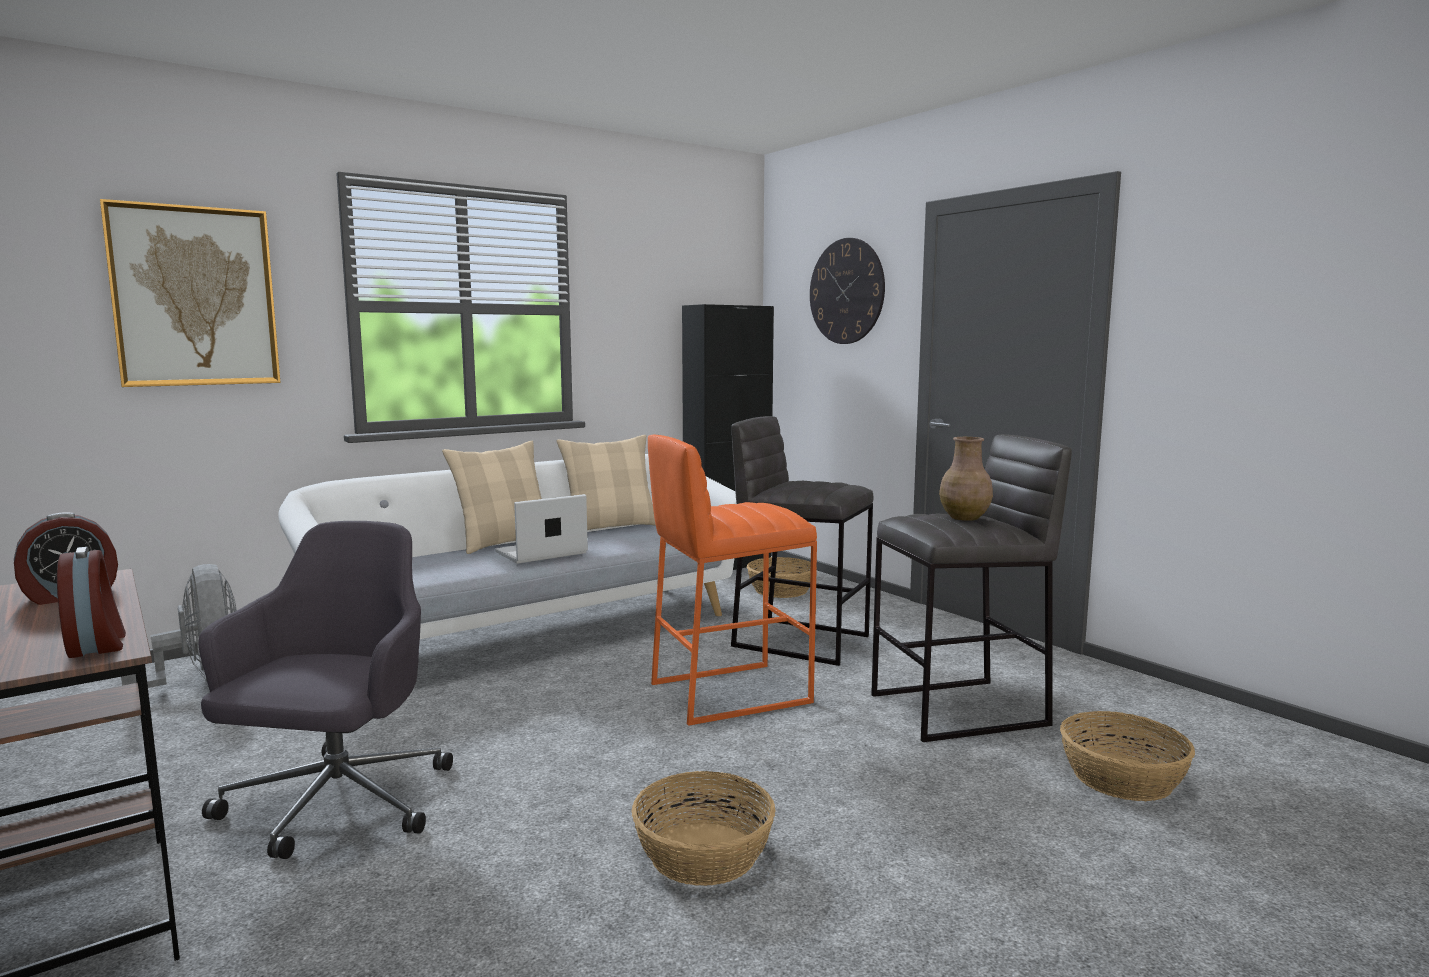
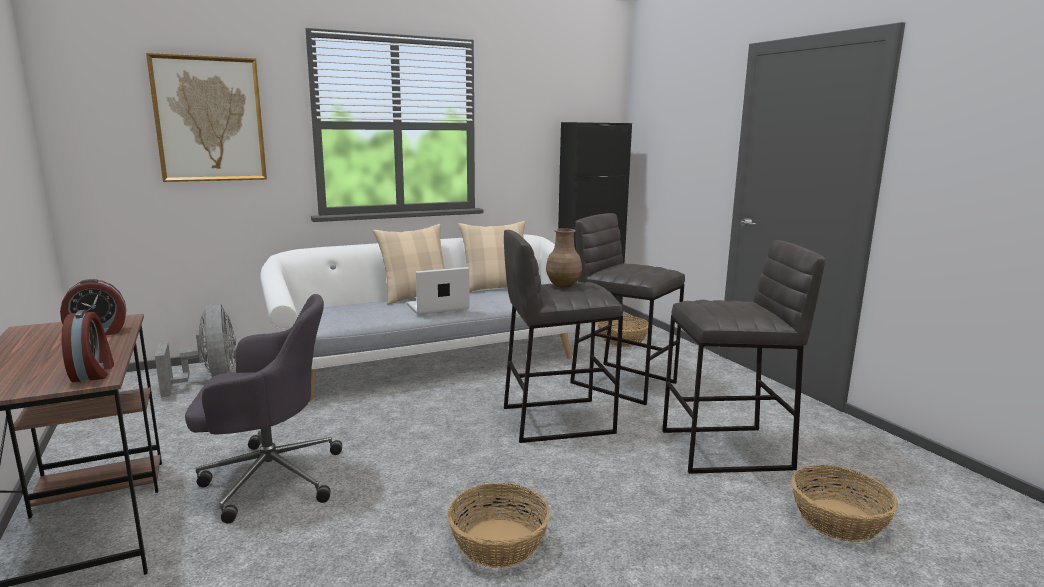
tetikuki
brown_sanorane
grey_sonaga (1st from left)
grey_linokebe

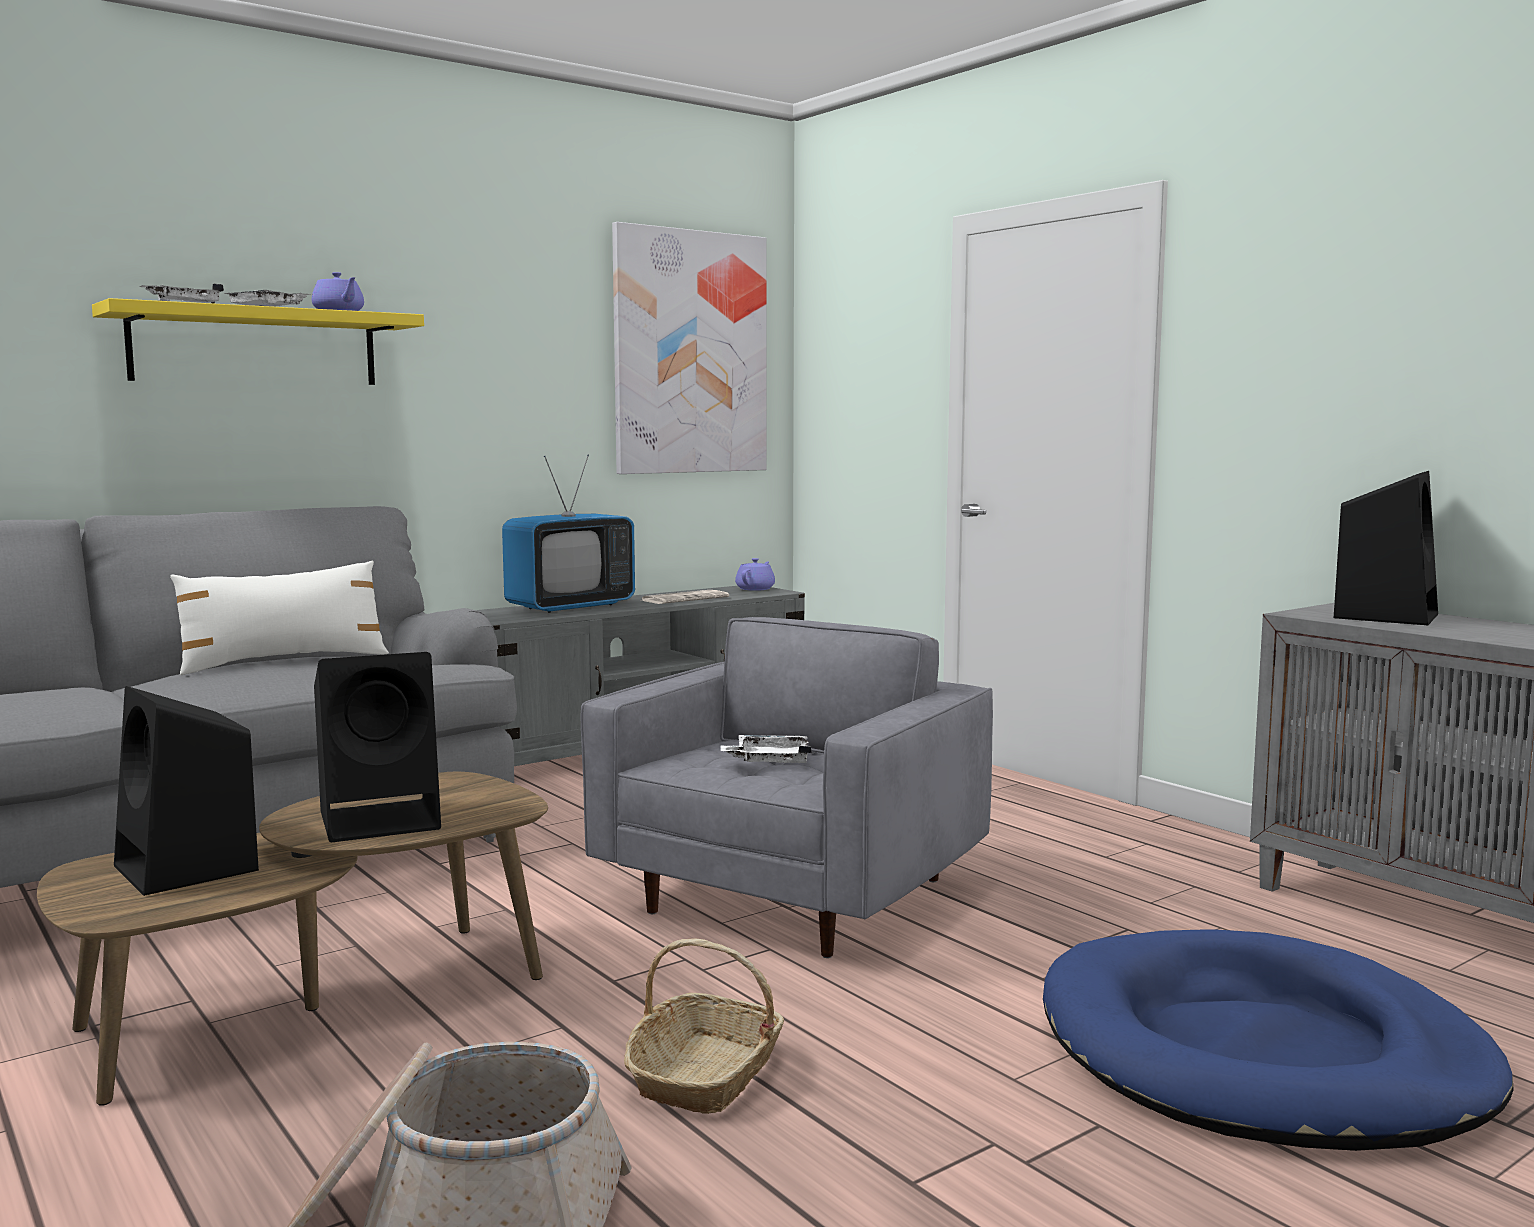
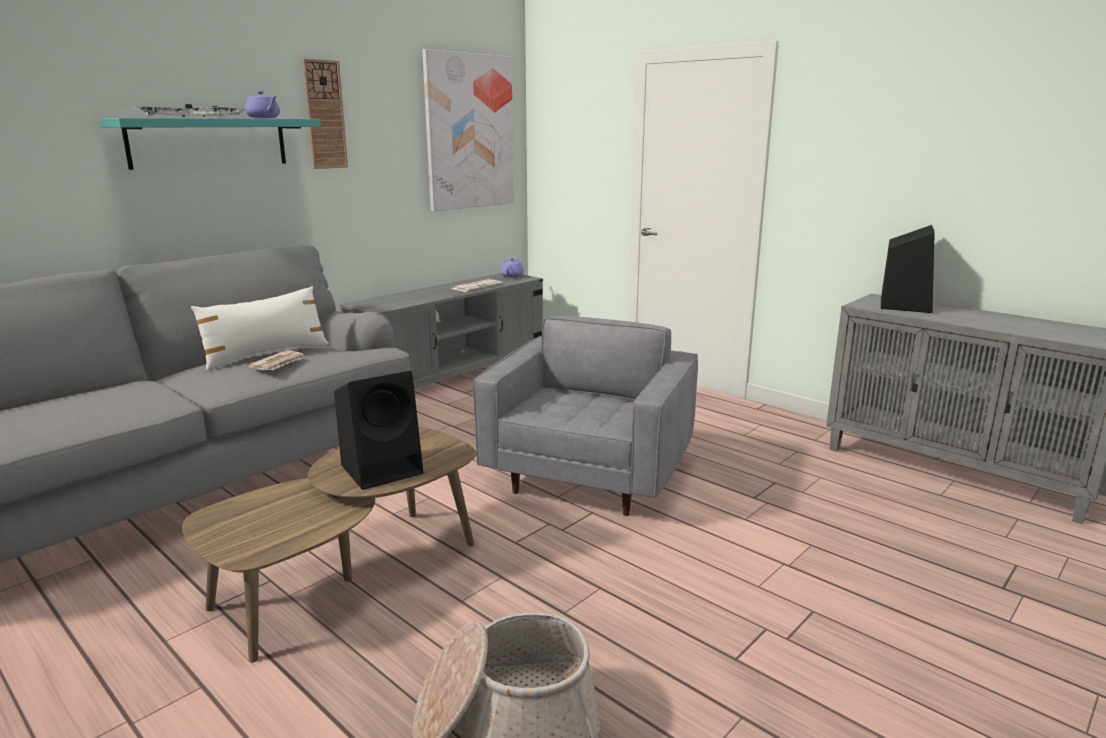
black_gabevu (1st from left in the first image)
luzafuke
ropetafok (2nd from left in the first image)
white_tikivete (3rd from left in the first image)
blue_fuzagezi
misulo (1st from left)
tetikuki
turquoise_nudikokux

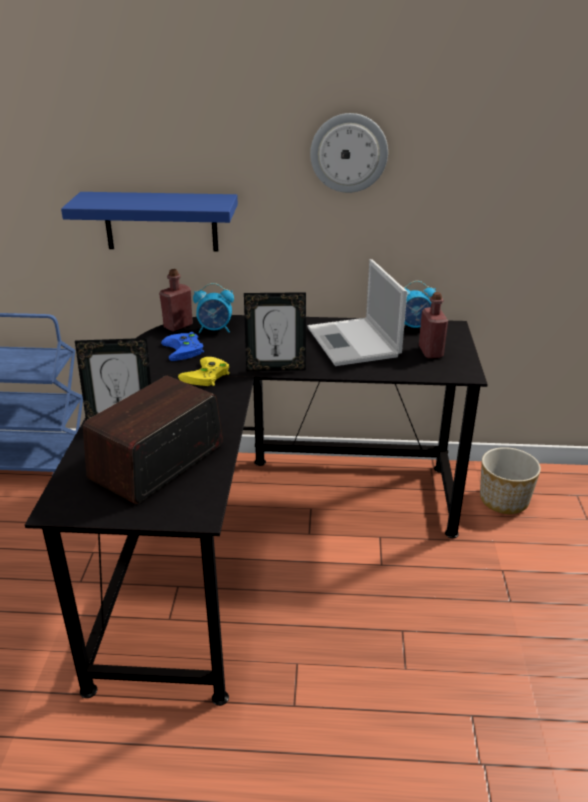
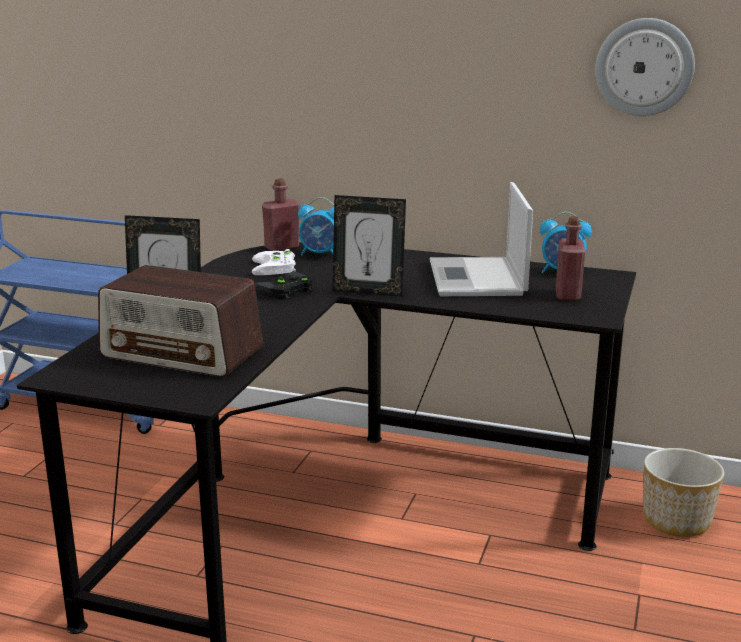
blue_nudikokux
tetikuki
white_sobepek
black_sobepek
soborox

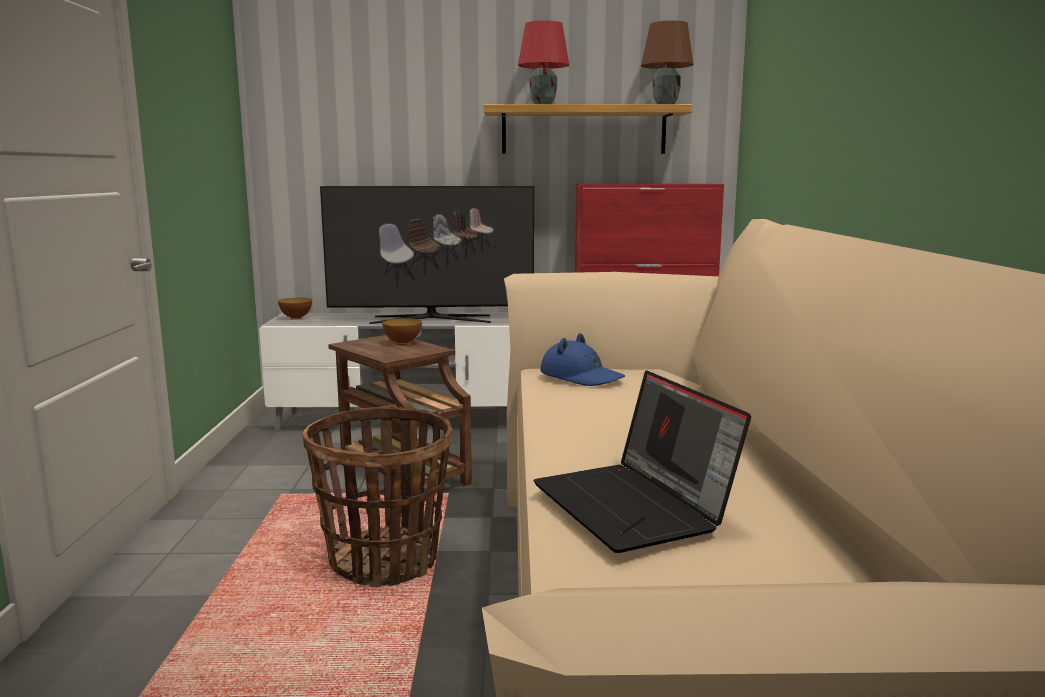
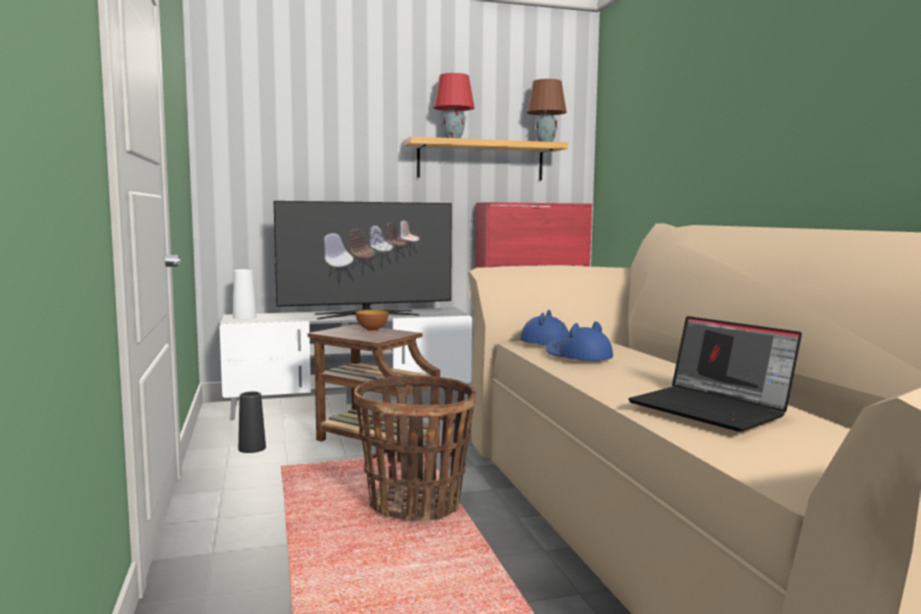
black_sanorane
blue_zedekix (2nd from left)
white_sanorane

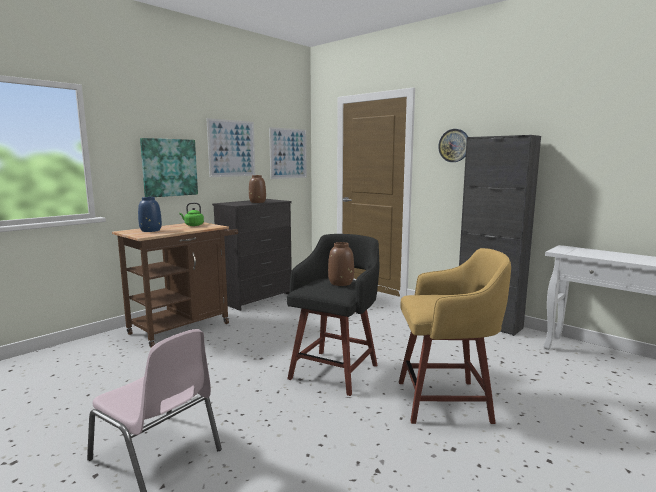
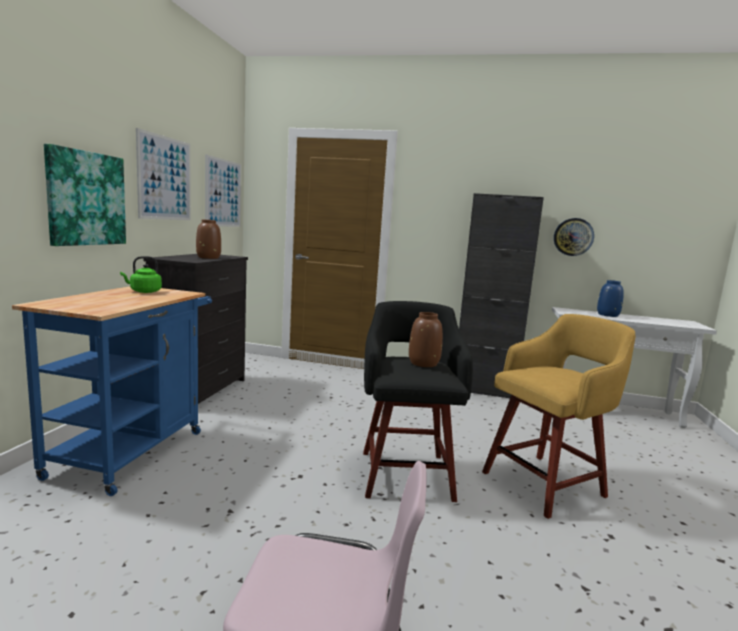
blue_sanorane
tetikuki
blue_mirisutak

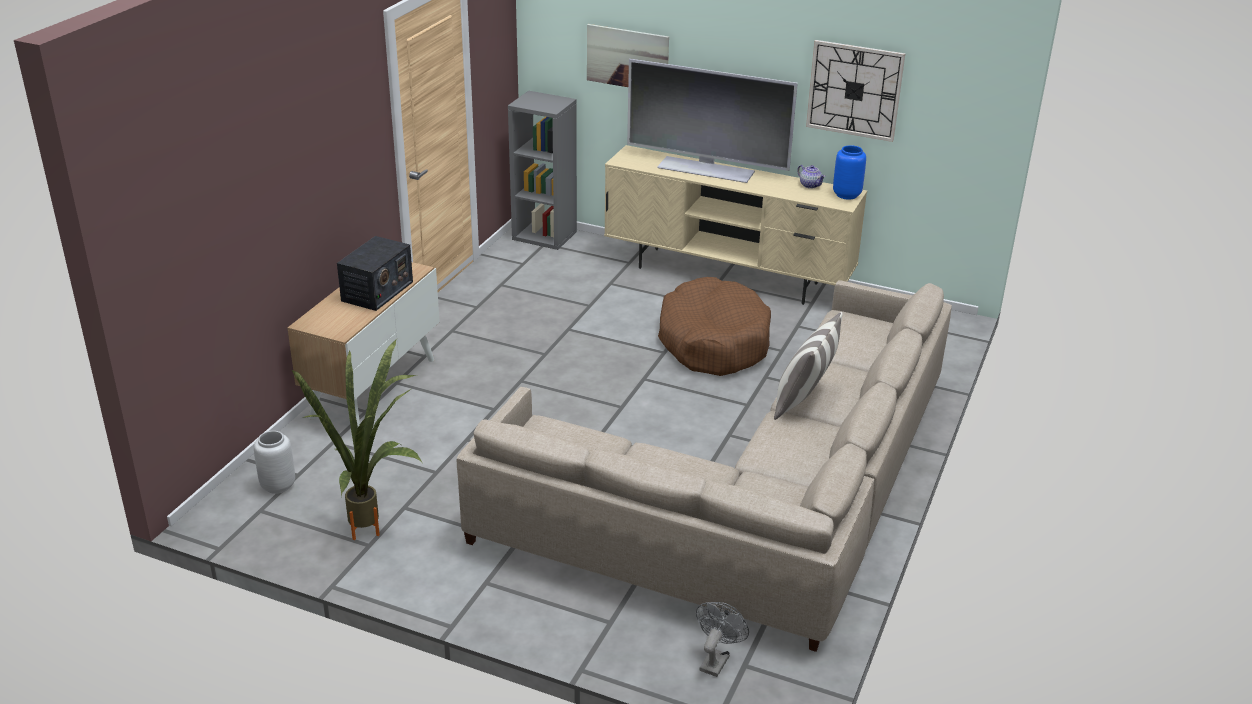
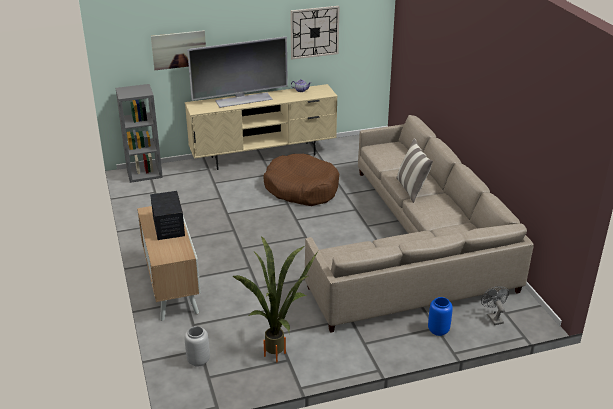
blue_sanorane

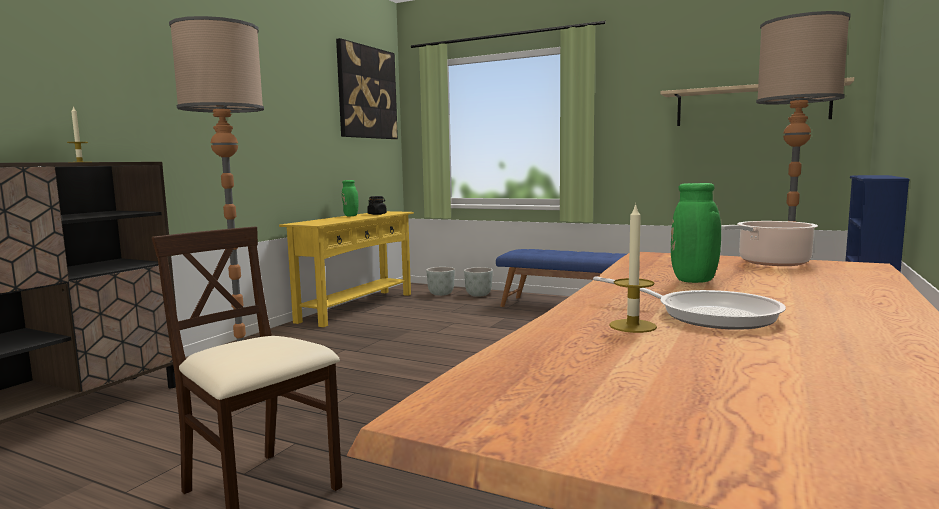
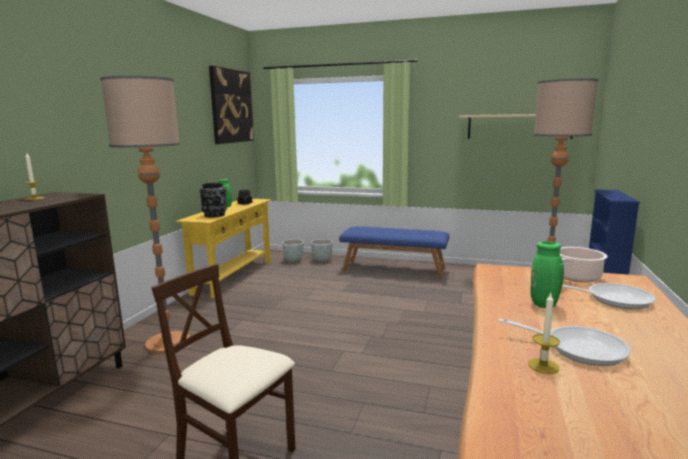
black_sanorane
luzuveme (2nd from left)

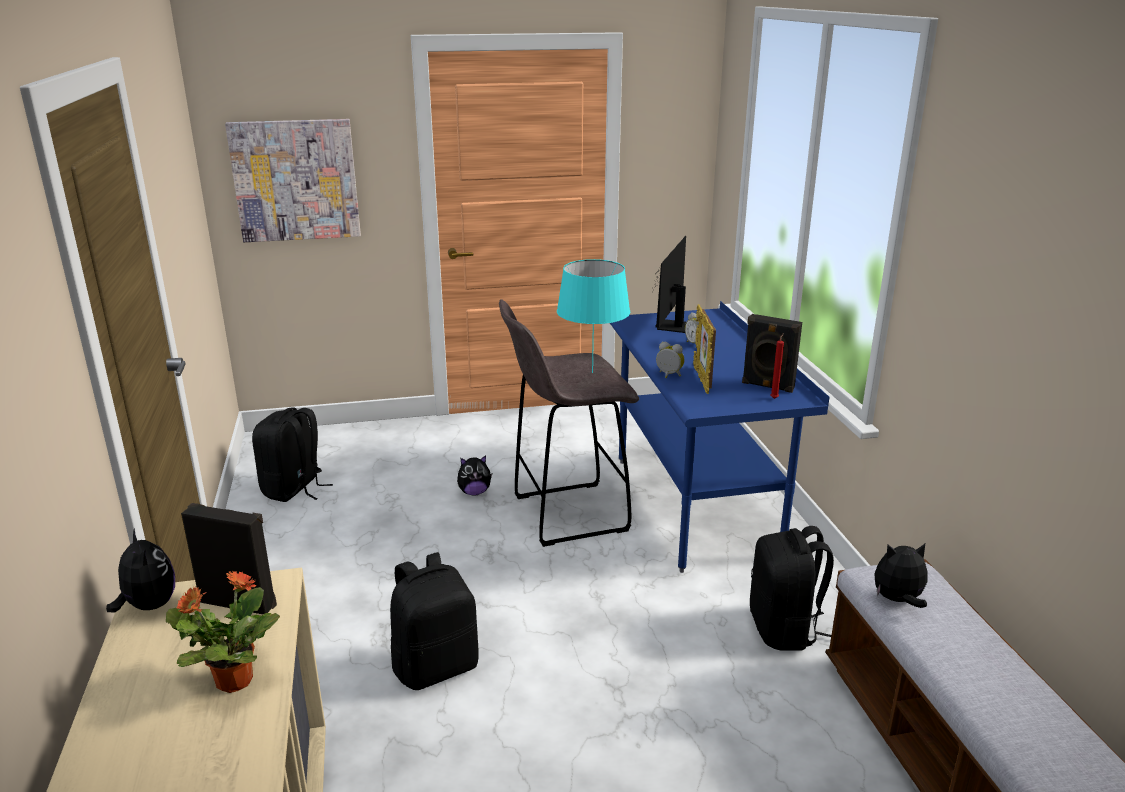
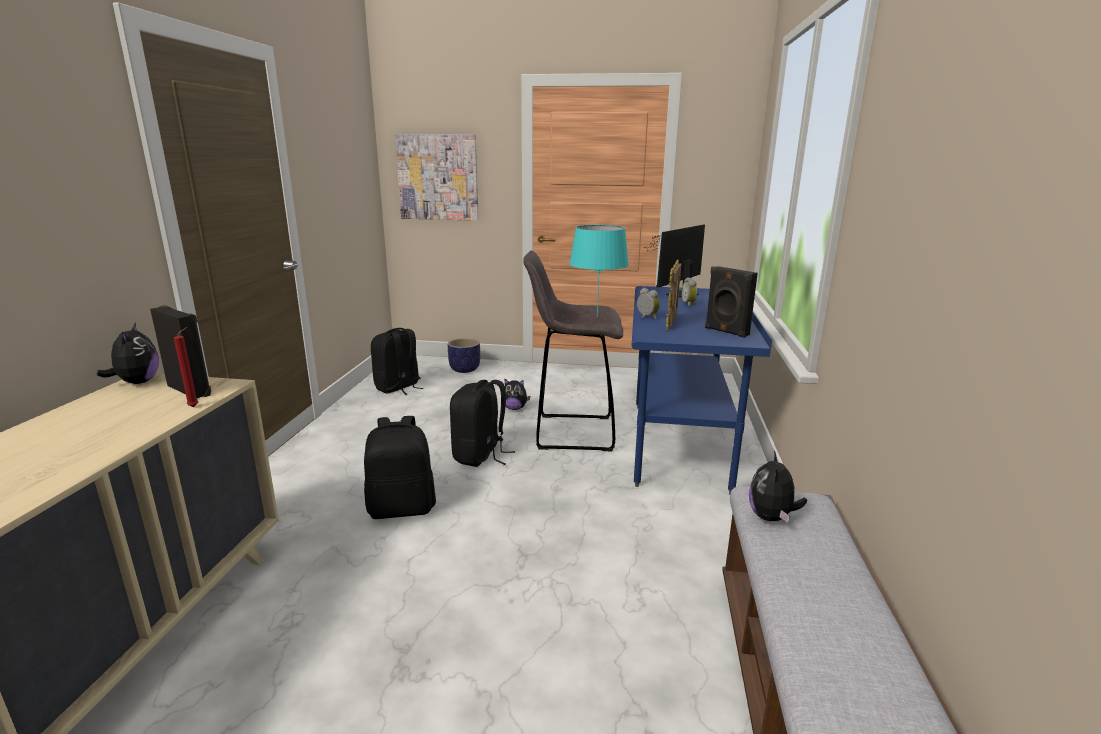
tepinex
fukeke
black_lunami (3rd from left)
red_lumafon
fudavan (3rd from left)

